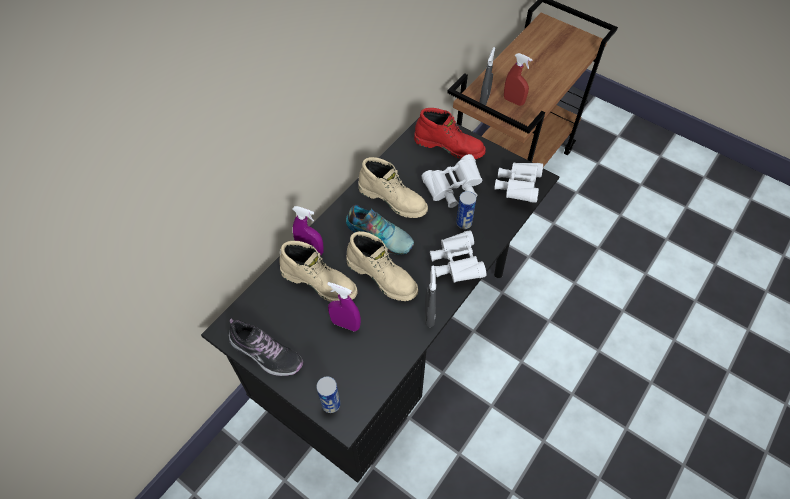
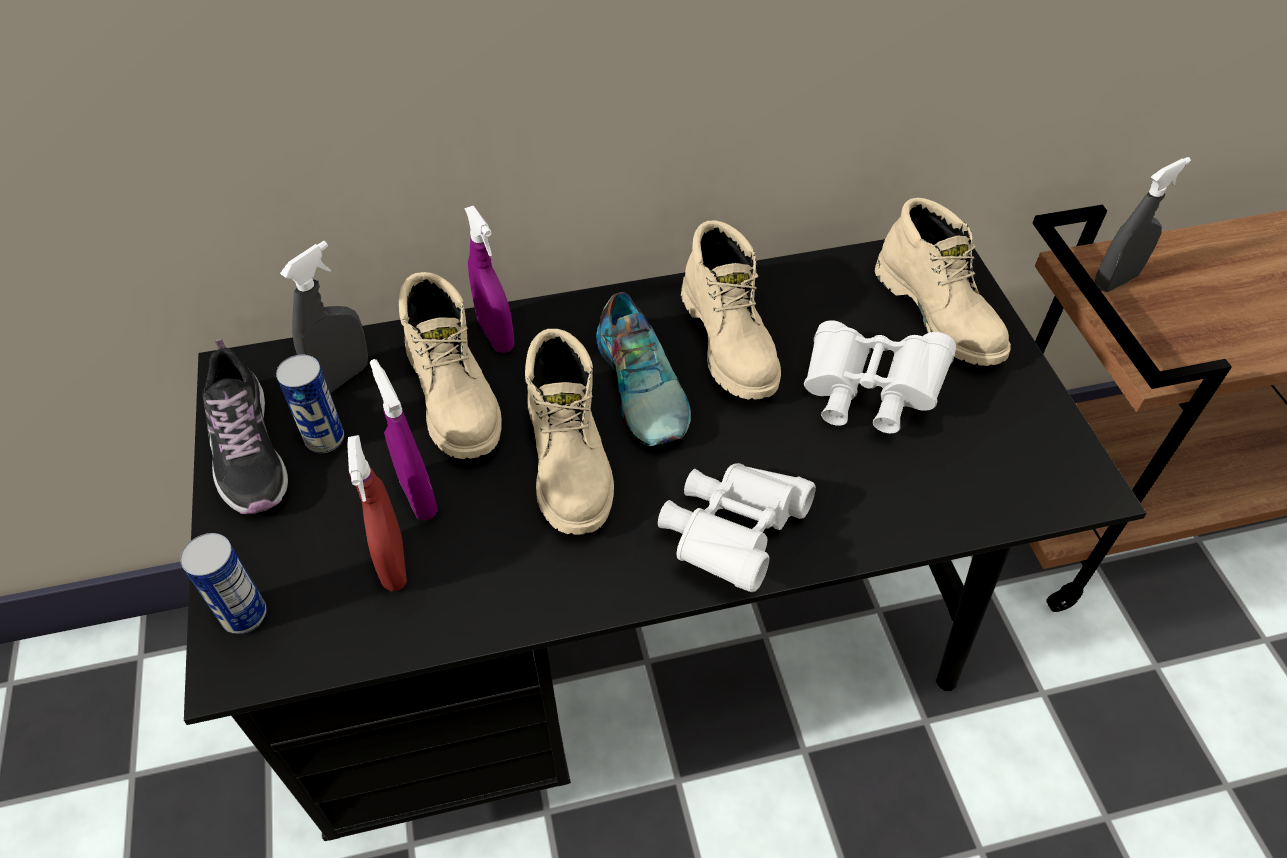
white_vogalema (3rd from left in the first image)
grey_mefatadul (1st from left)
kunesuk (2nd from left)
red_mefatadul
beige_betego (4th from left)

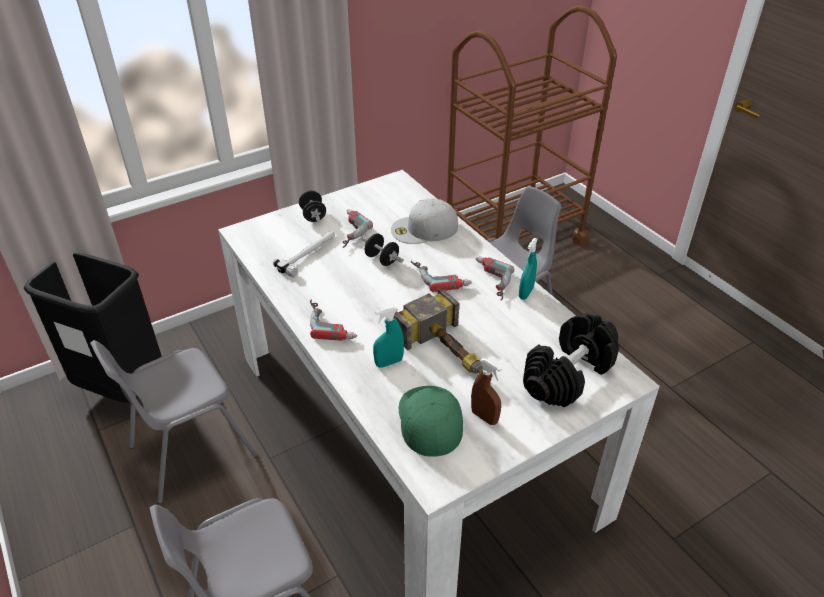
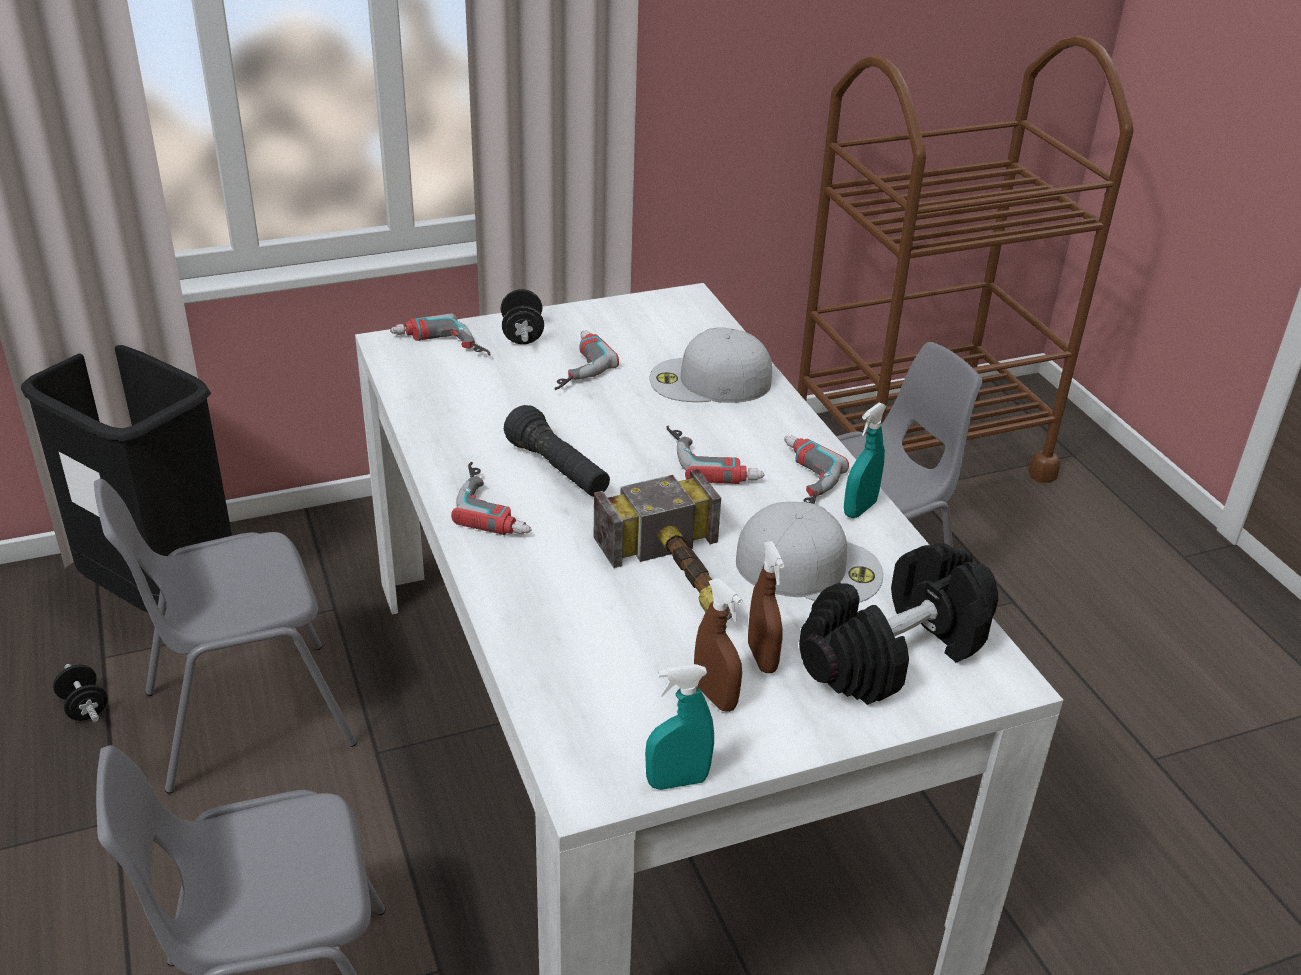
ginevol (1st from left in the first image)
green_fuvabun
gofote (1st from left)
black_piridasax
white_fuvabun (2nd from left)
brown_mefatadul (2nd from left)
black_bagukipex (1st from left)
turquoise_mefatadul (1st from left)

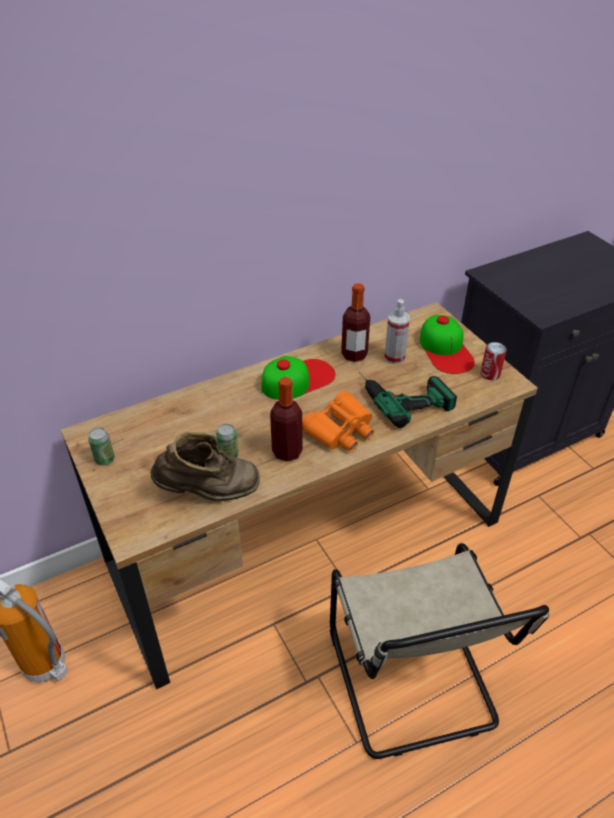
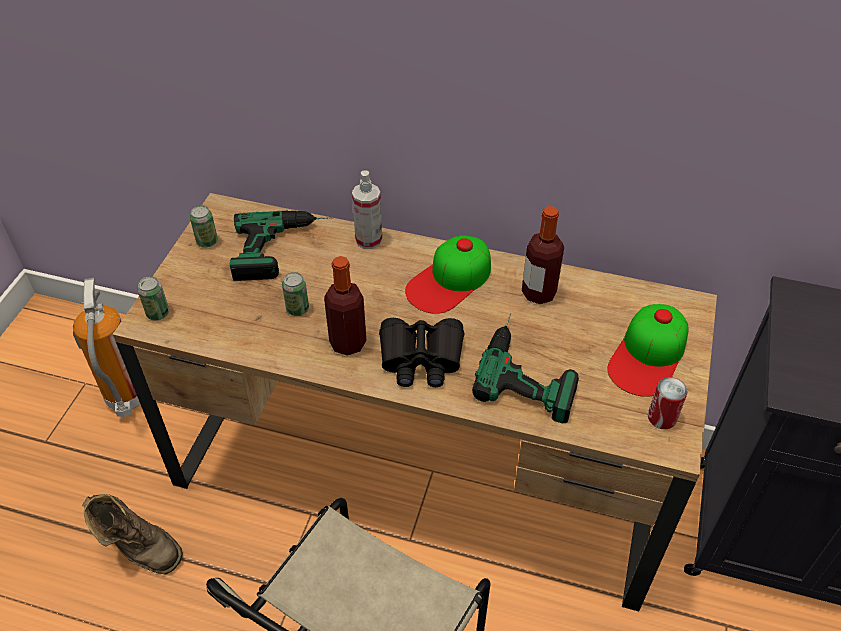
kunesuk (1st from left)
gofote (1st from left)
brown_betego
mefatadul
black_vogalema
fuvabun (1st from left)

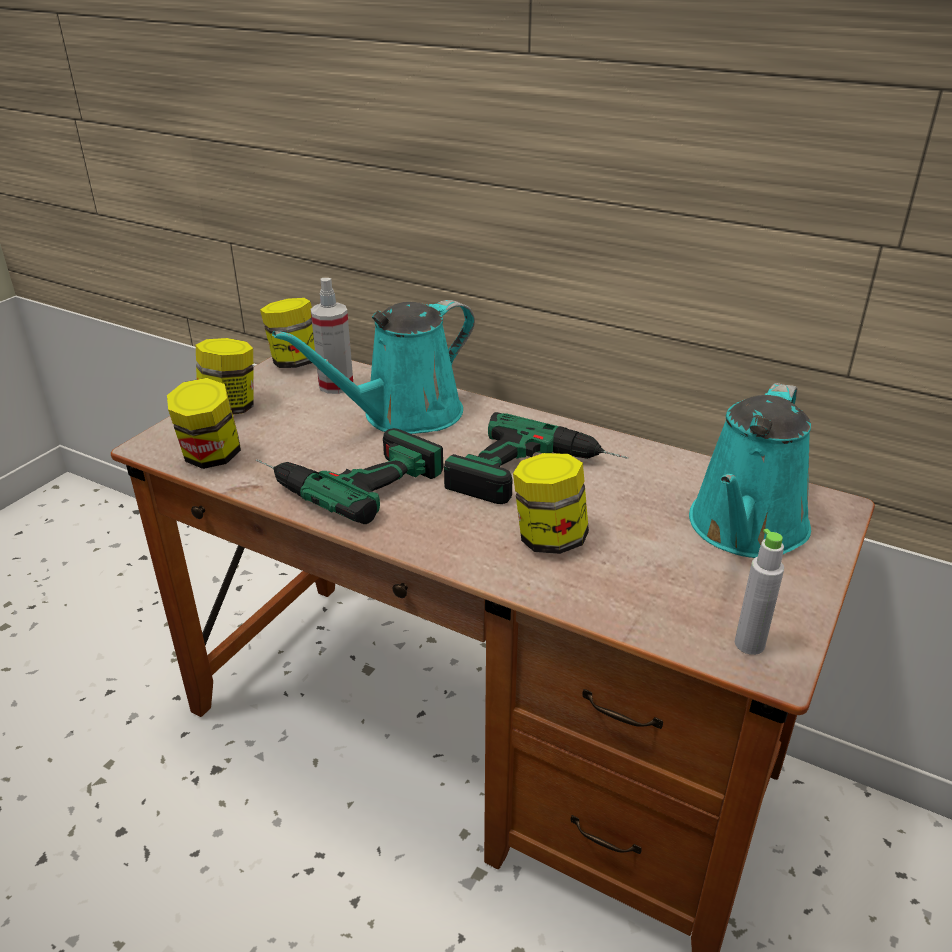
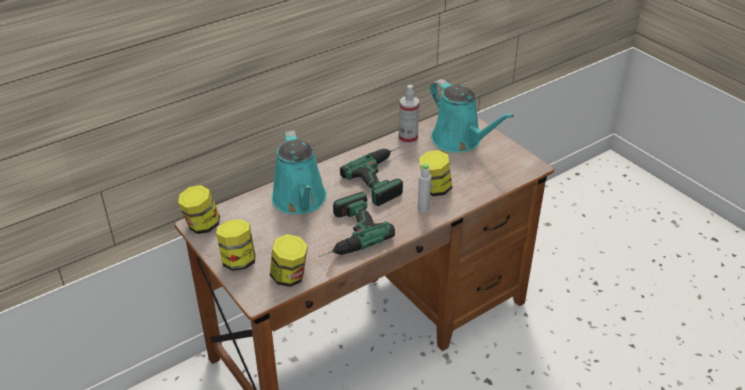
mefatadul
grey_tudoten

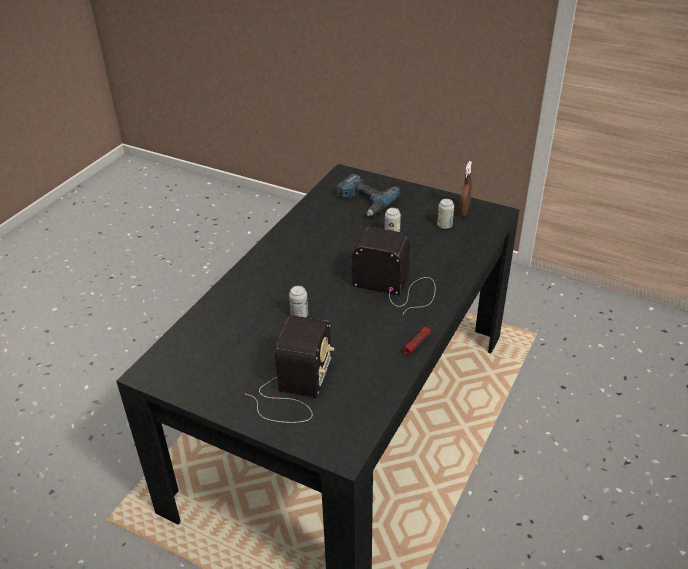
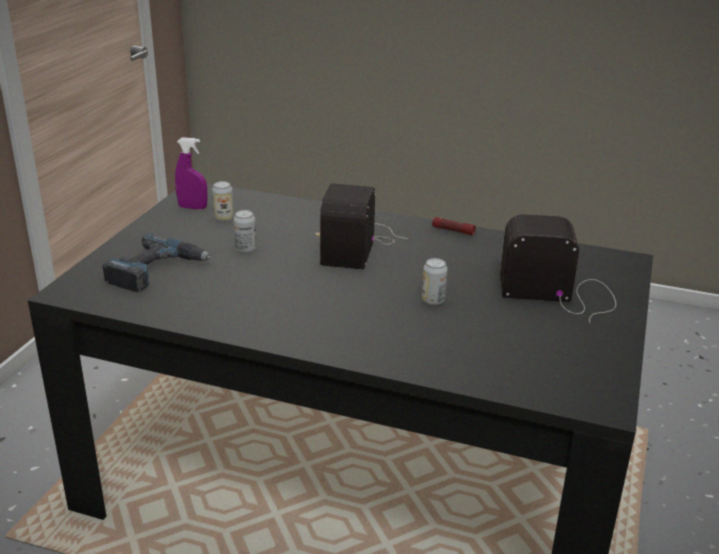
purple_mefatadul

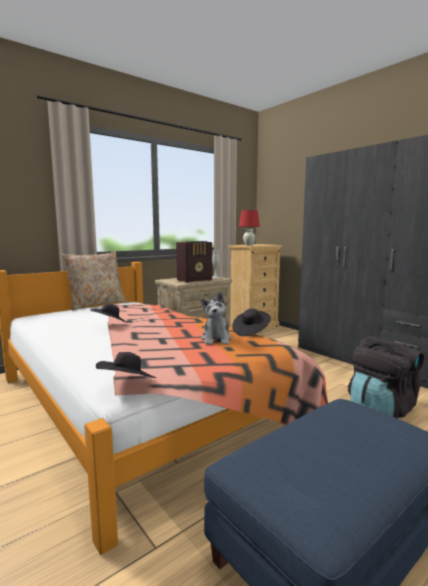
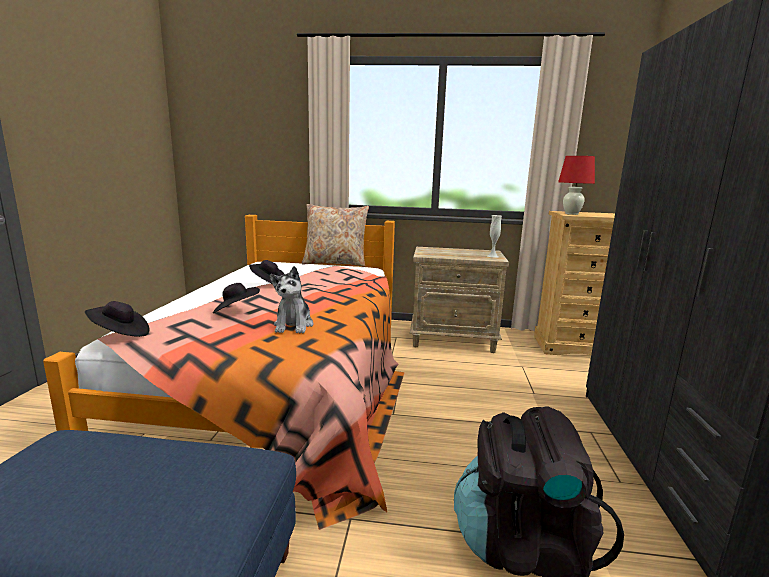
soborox
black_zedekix (2nd from left)
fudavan

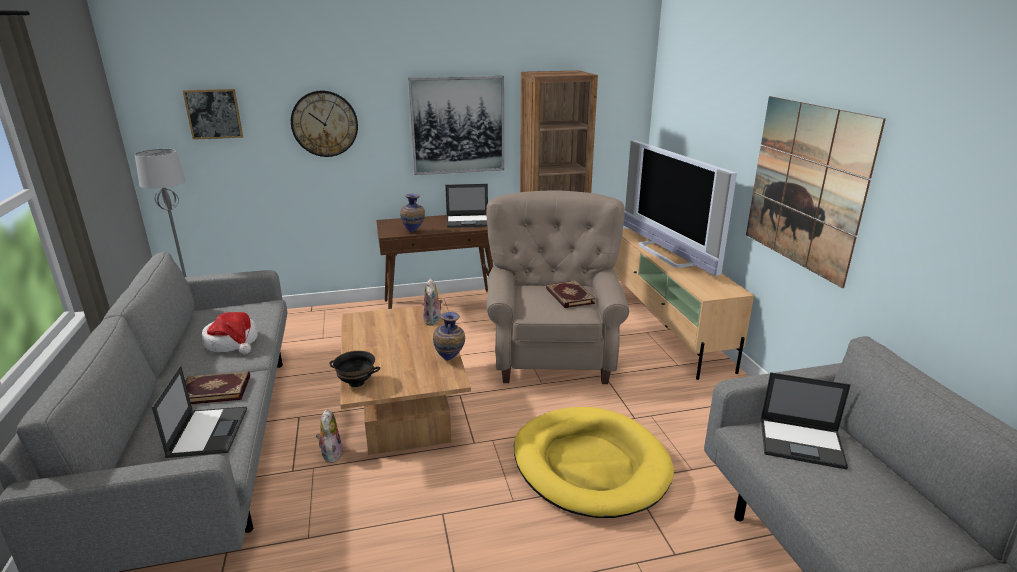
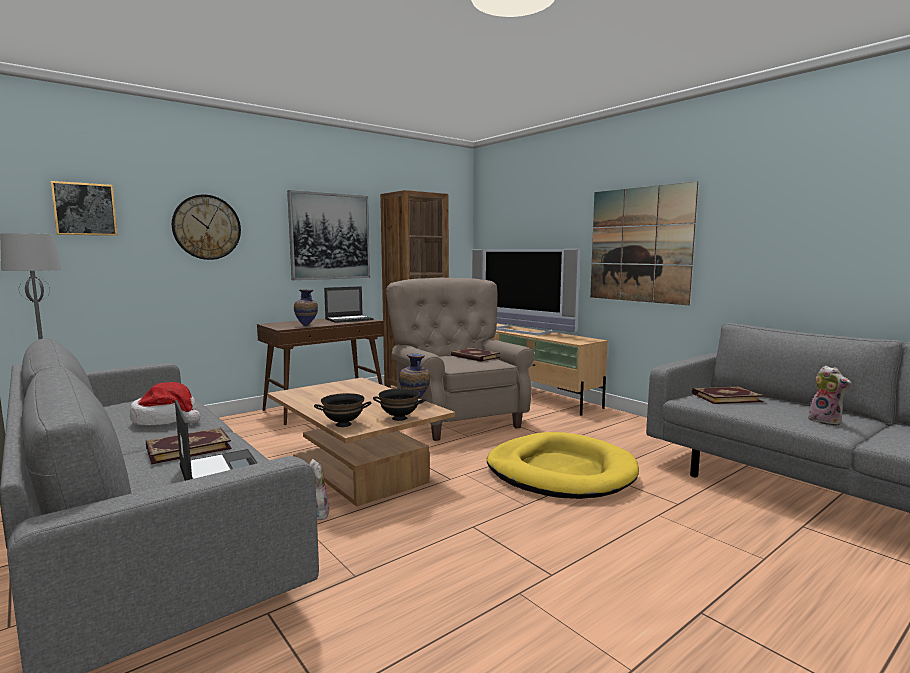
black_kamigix (2nd from left)
fudavan (2nd from left)
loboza (3rd from left)

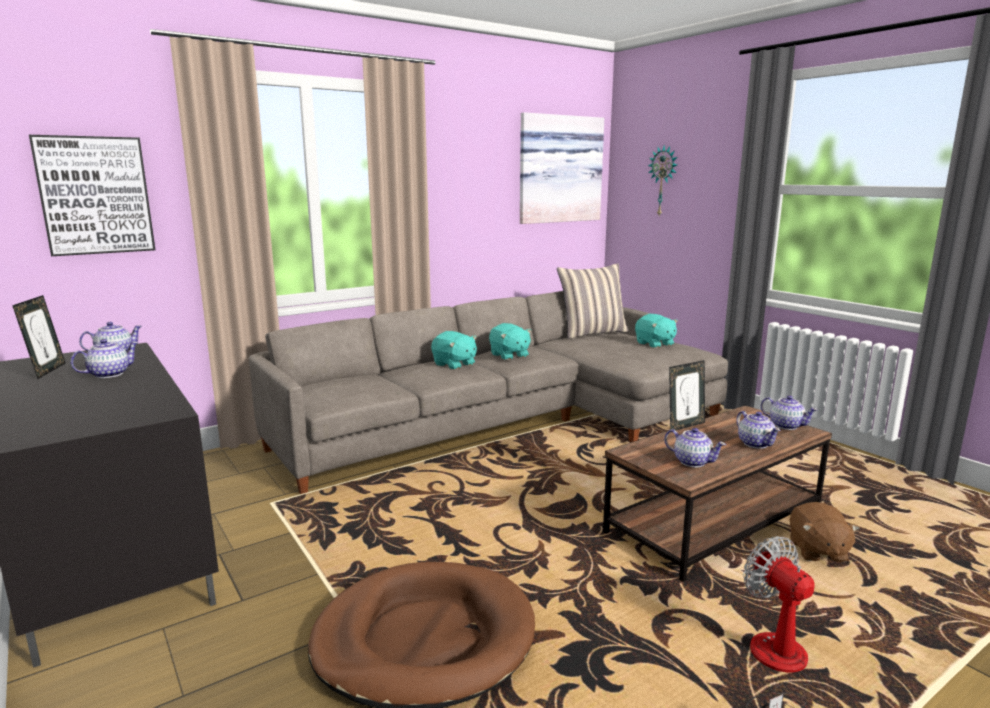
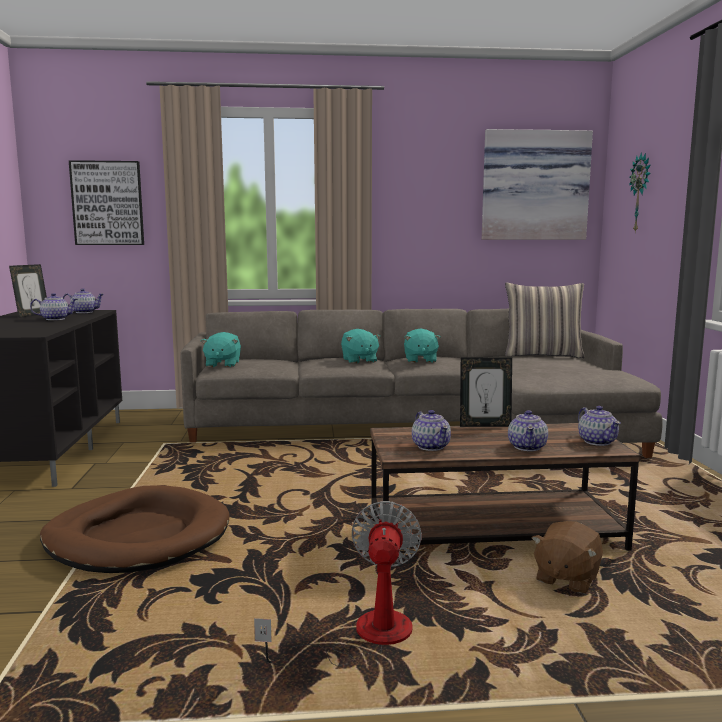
turquoise_fudavan (1st from left)

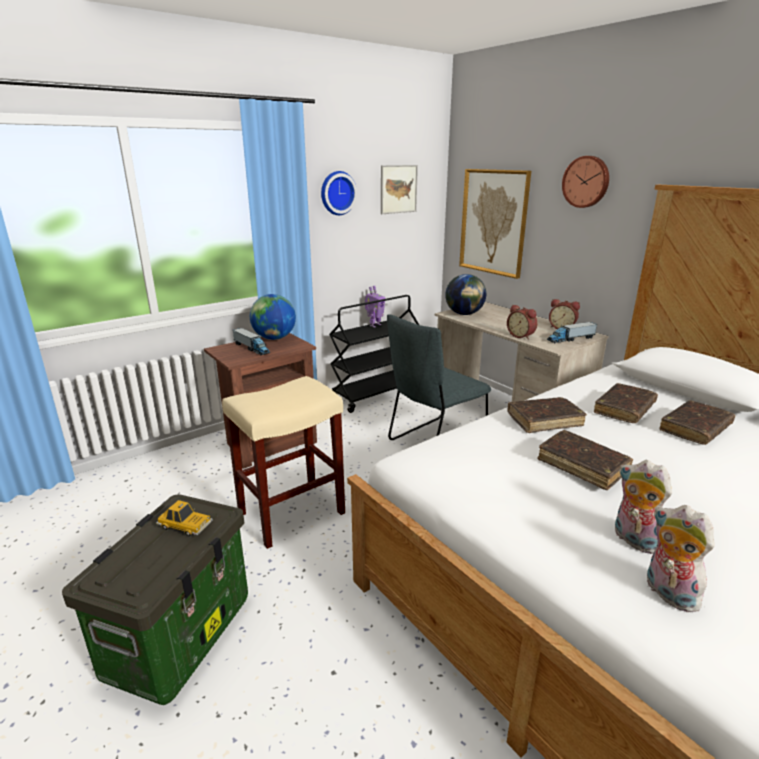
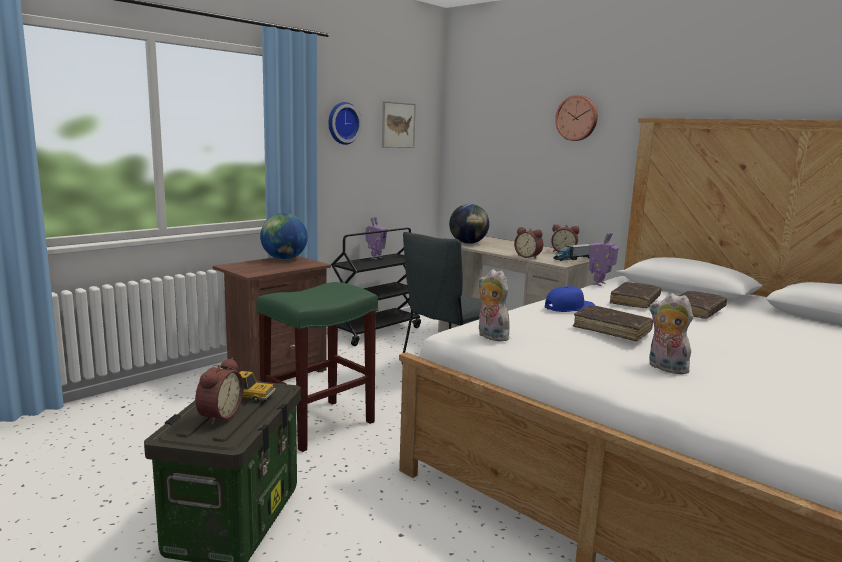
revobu (1st from left in the first image)
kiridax (2nd from left in the first image)
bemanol (1st from left)
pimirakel (2nd from left)
fudavan (1st from left)
blue_fuvabun
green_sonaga

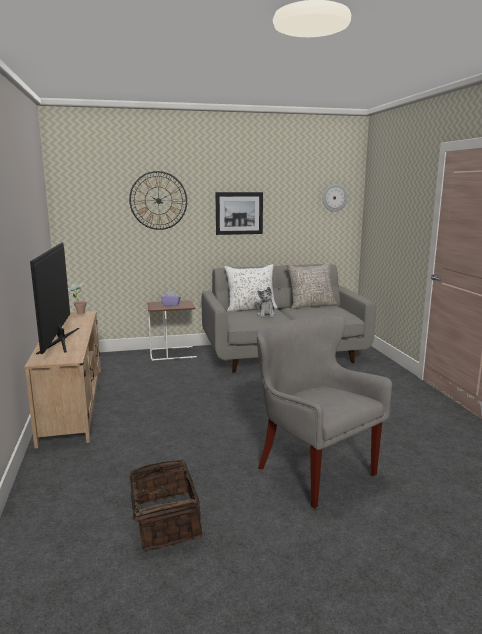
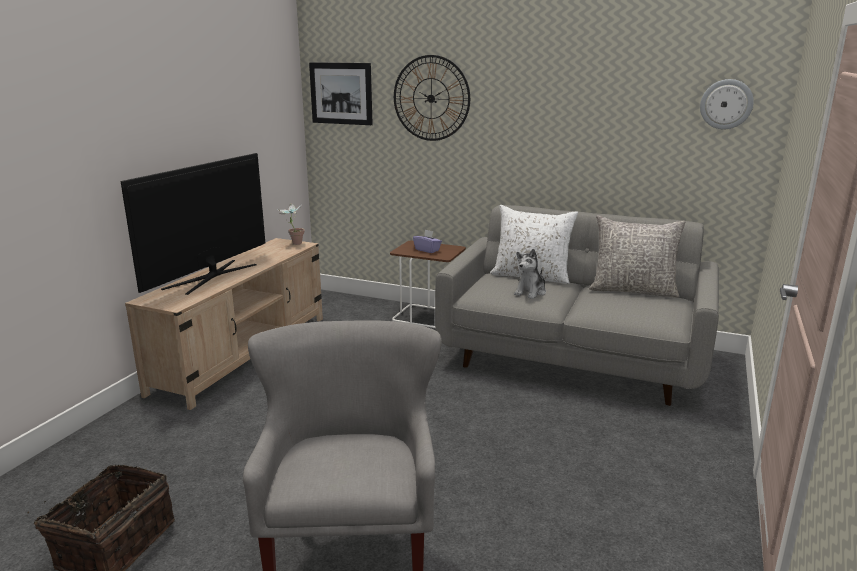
kiridax

